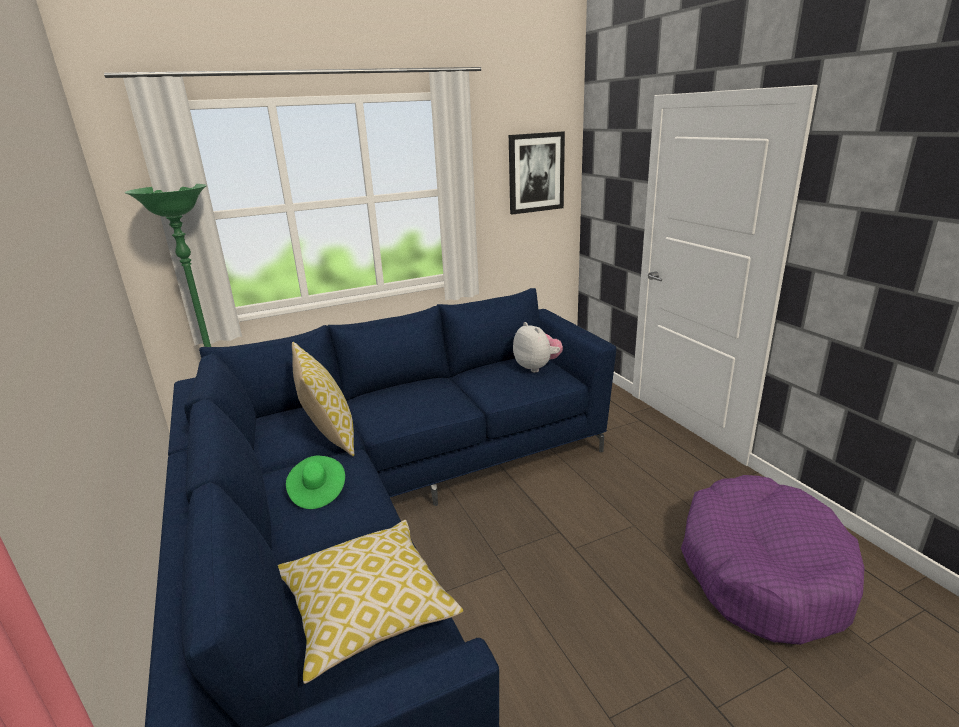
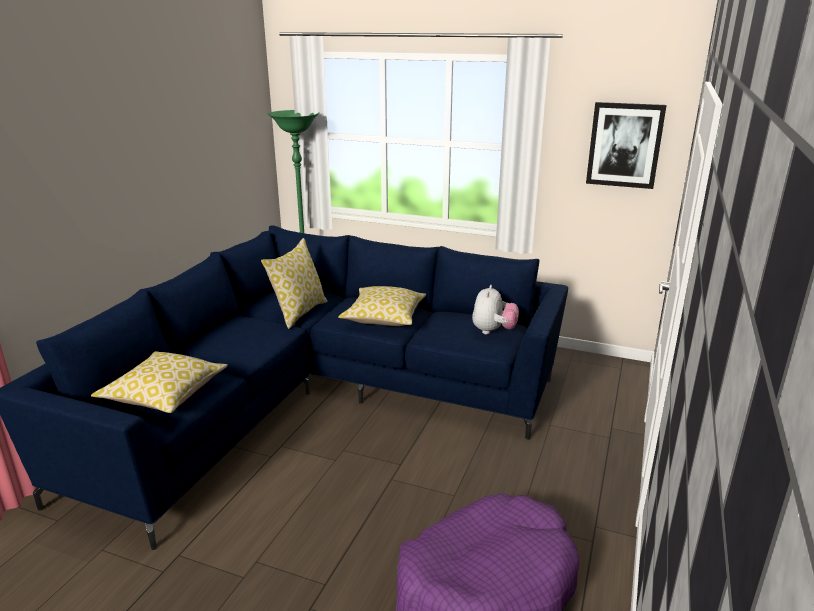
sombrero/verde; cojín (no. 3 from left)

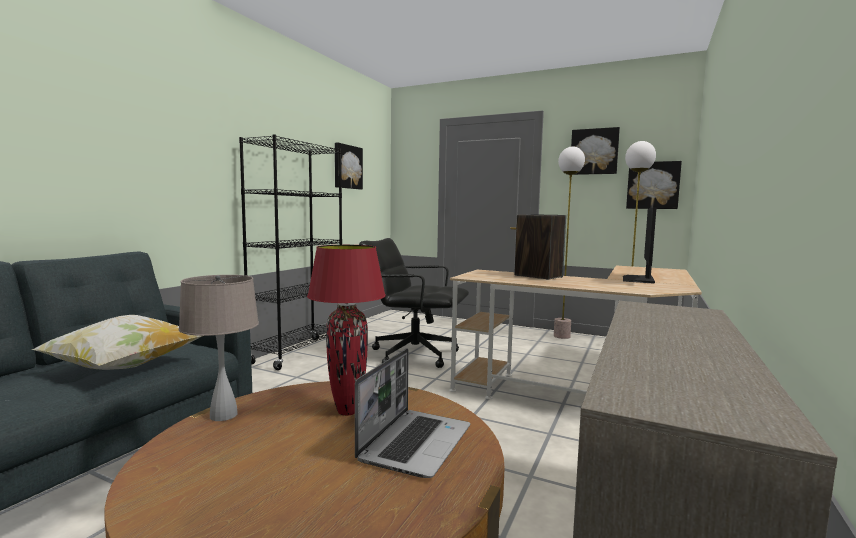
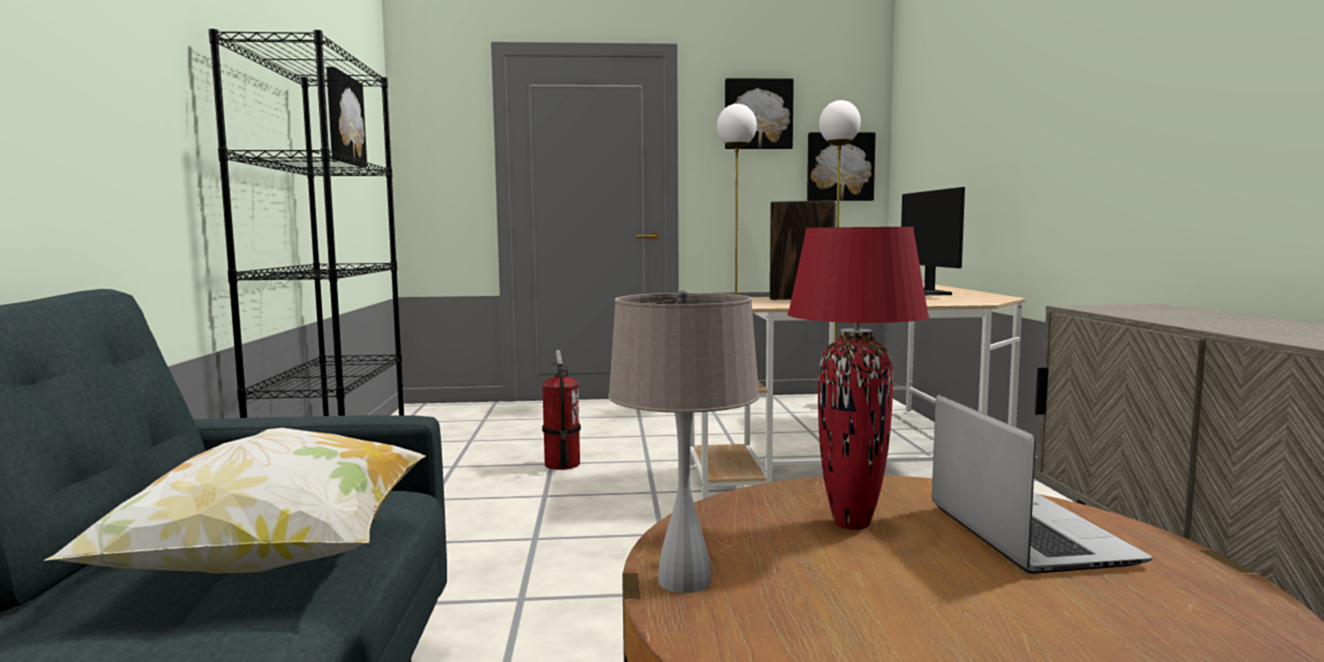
extintor

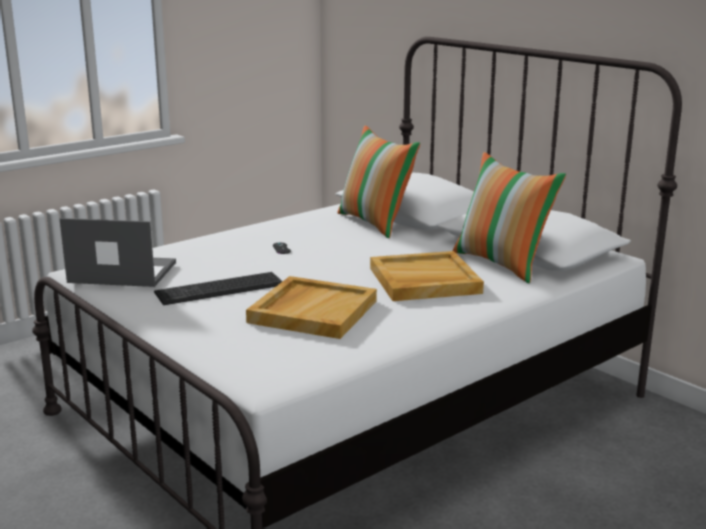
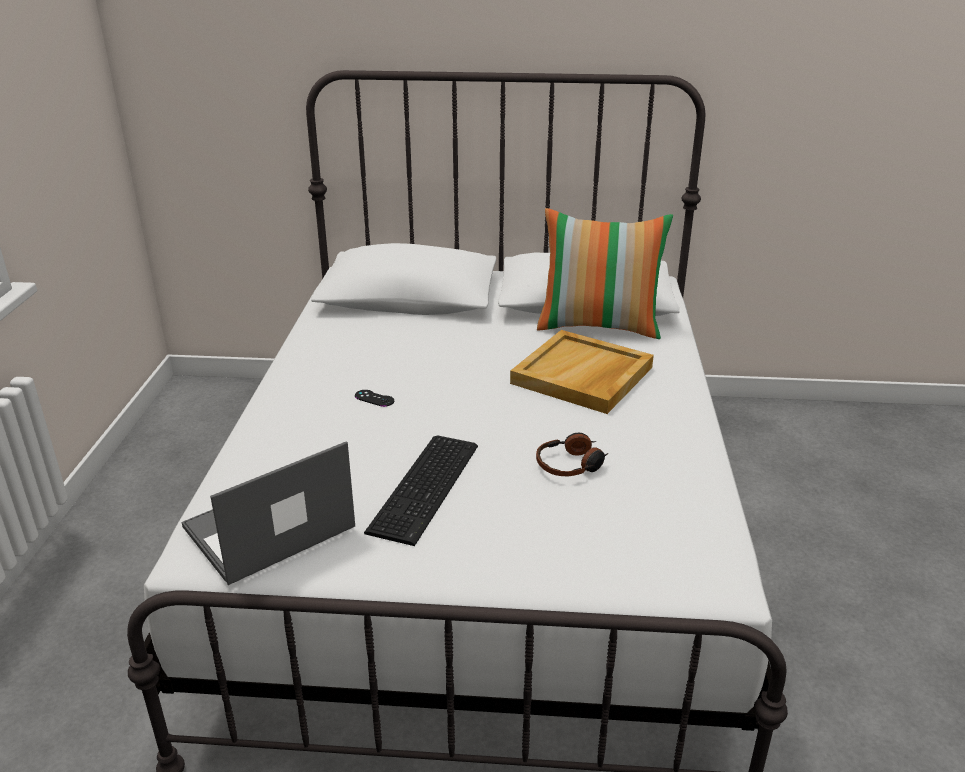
auriculares; cojín (no. 1 from left in the first image)

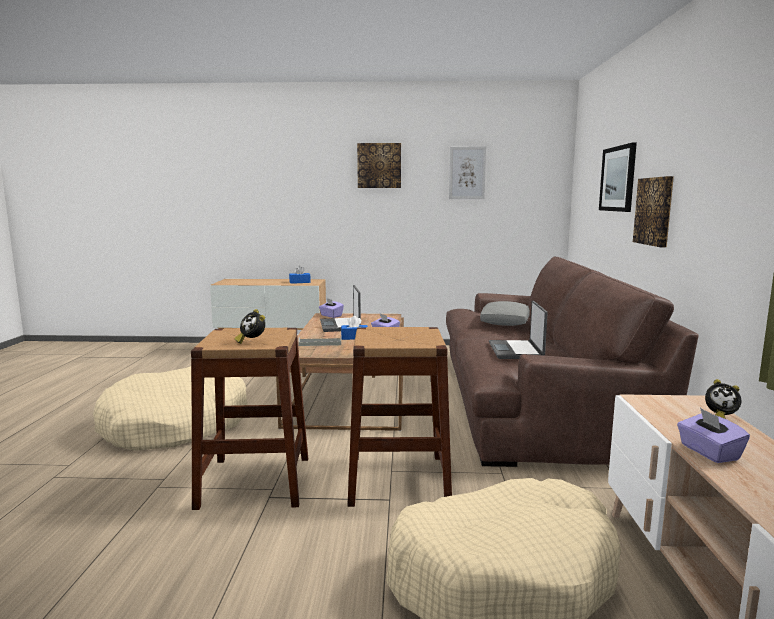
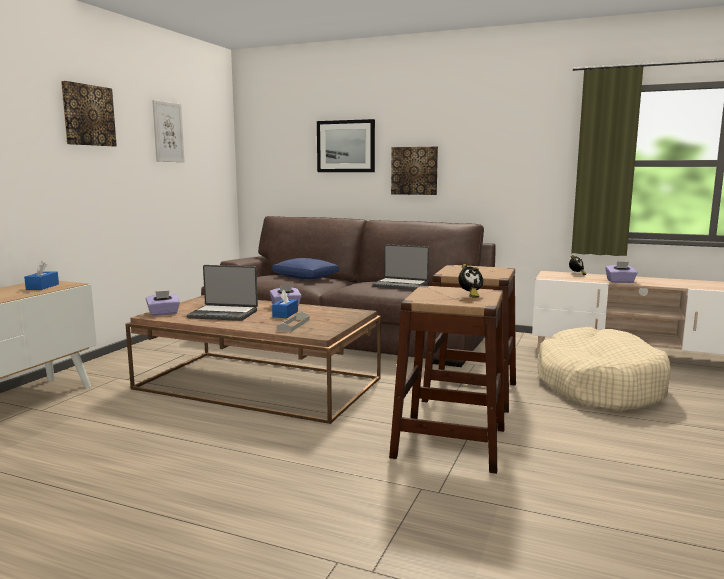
cama para perro/beis (no. 1 from left in the first image); cojín/azul

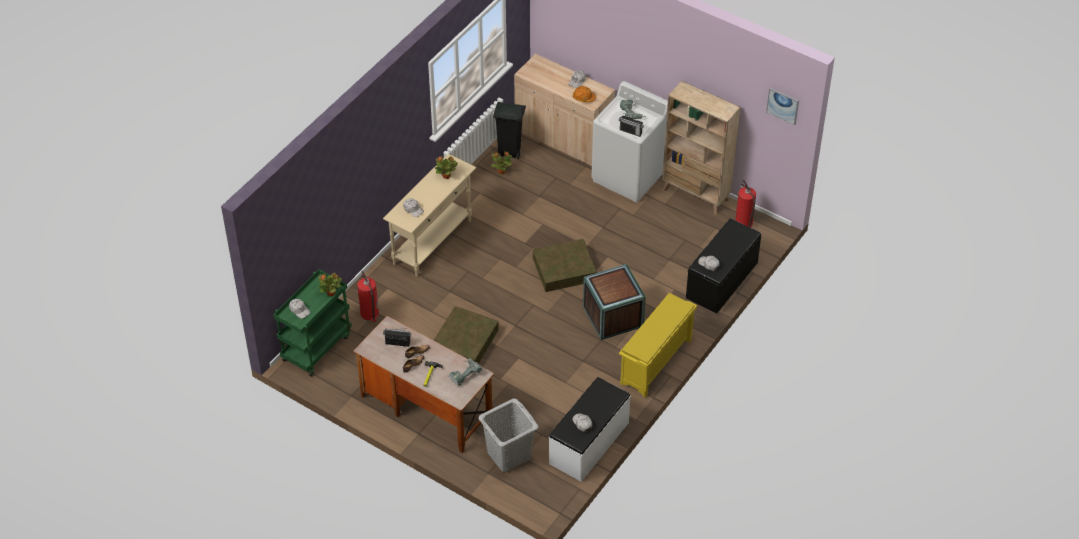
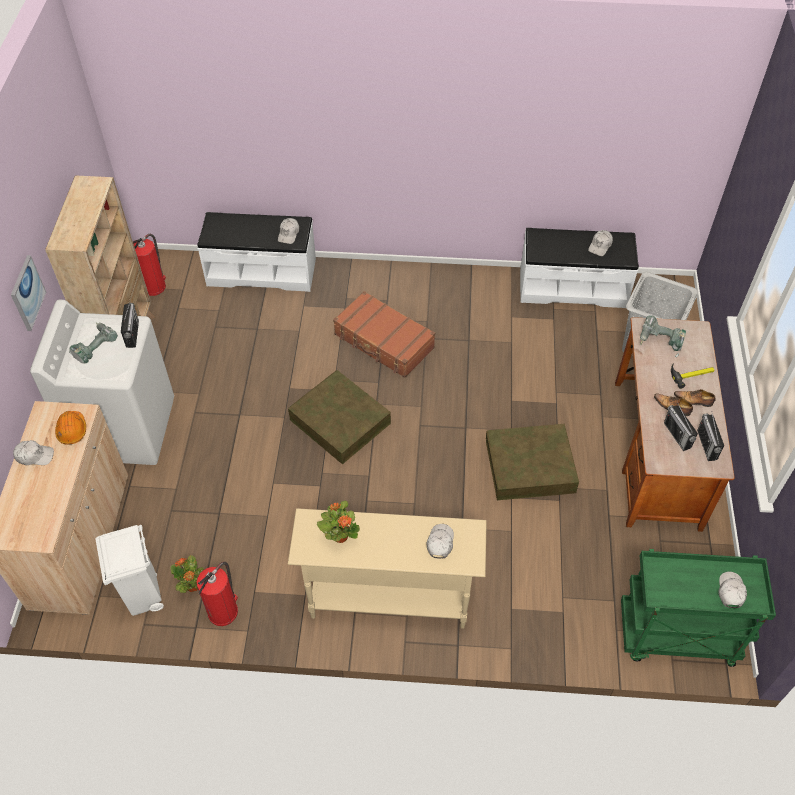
planta en maceta (no. 1 from left in the first image); extintor (no. 2 from left); papelera/blanco; maleta/marrón; zapatero/amarillo; banco/blanco (no. 1 from left); cuadro; radio (no. 3 from left)

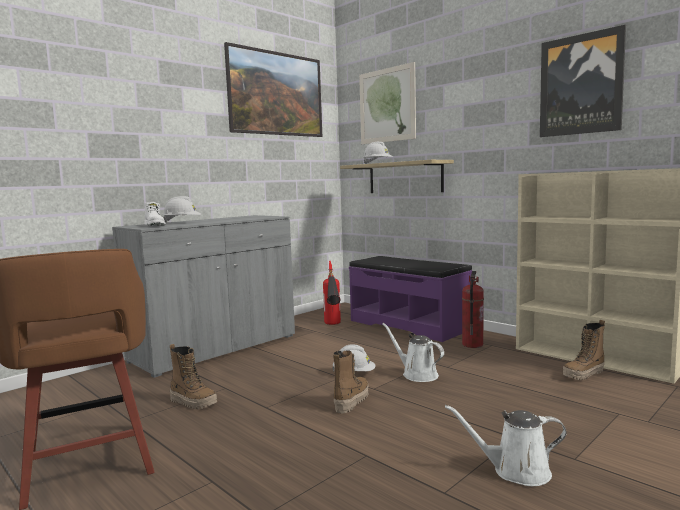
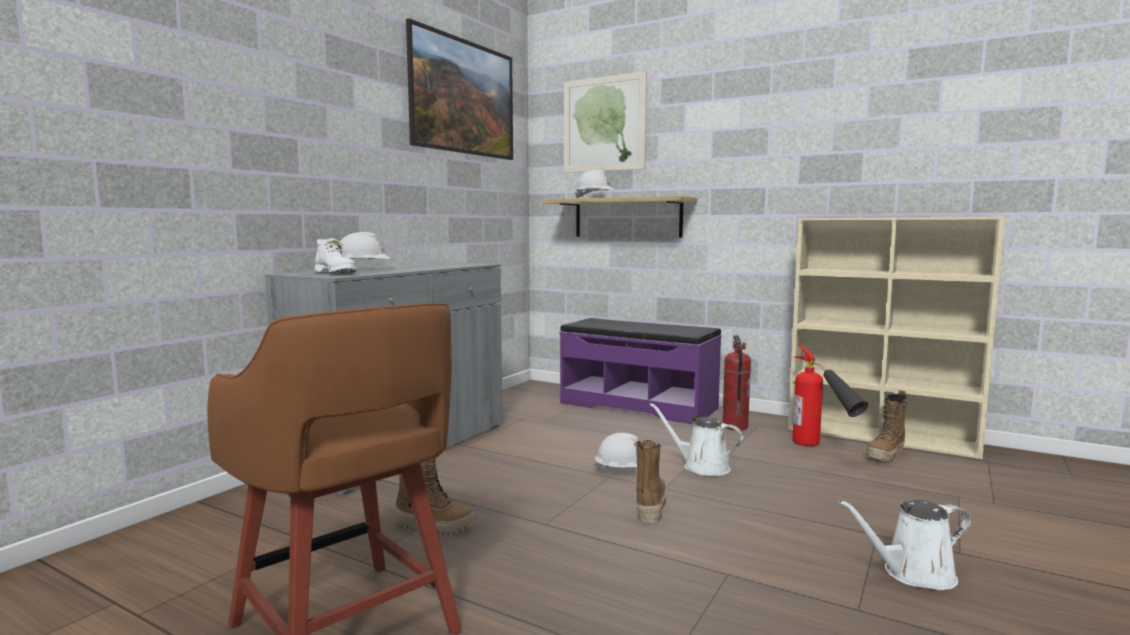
extintor (no. 2 from left); cuadro (no. 3 from left in the first image)

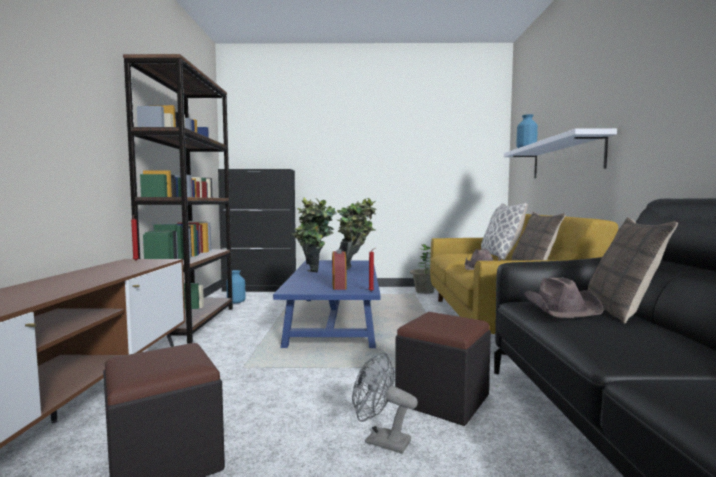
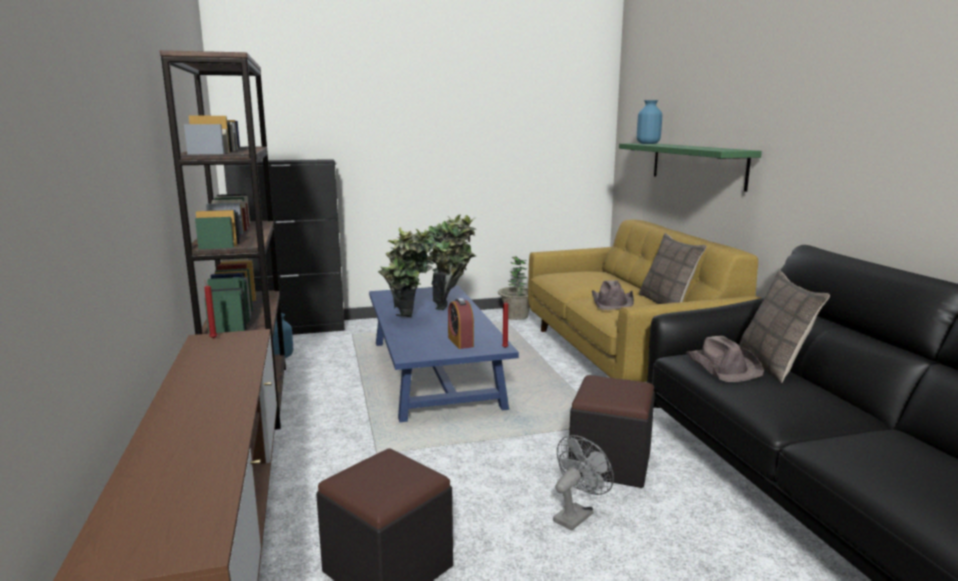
ventilador/gris; cojín (no. 1 from left in the first image); estante/verde

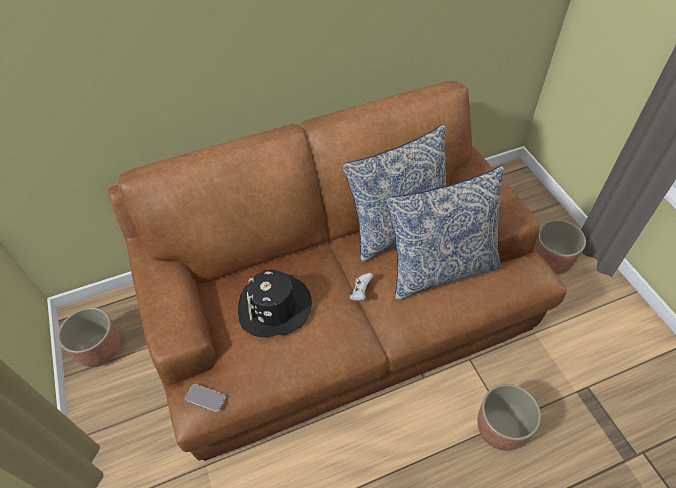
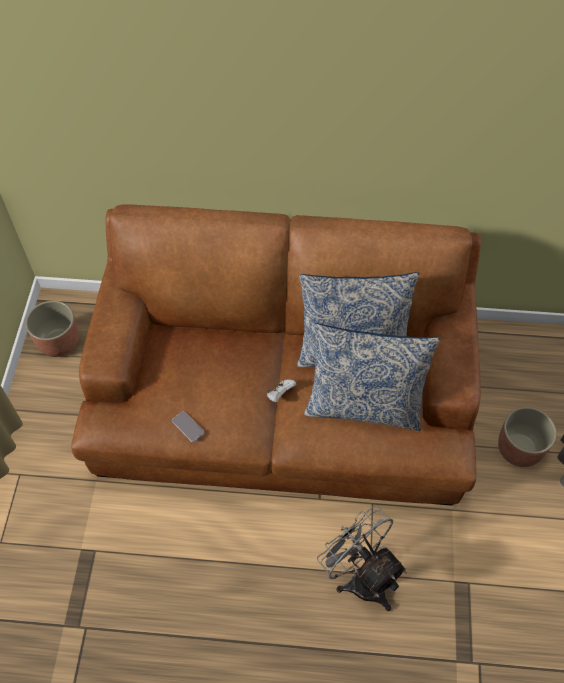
móvil; sombrero/negro; ventilador/gris

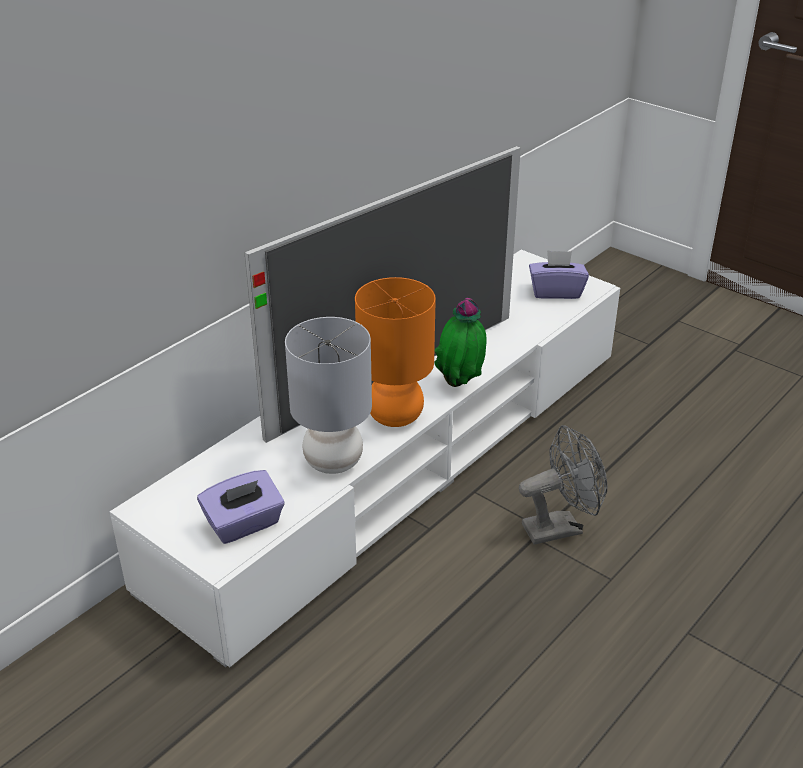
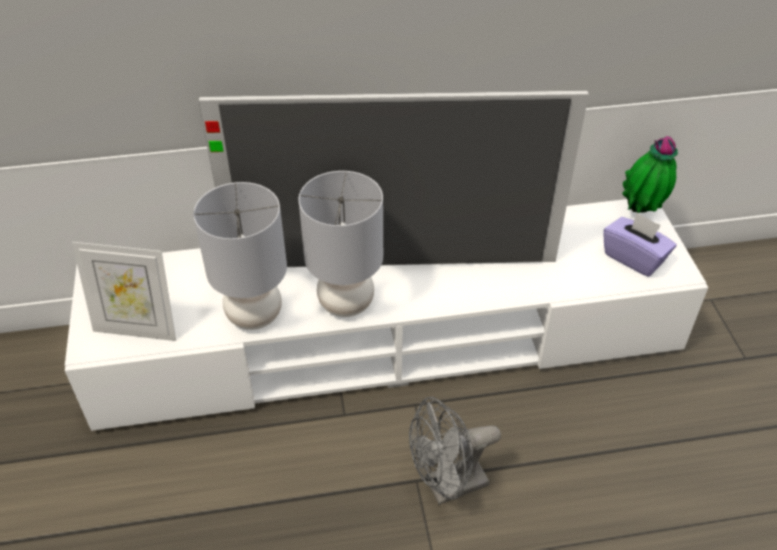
portarretratos; lámpara de mesa/gris (no. 2 from left); planta en maceta; ventilador/gris

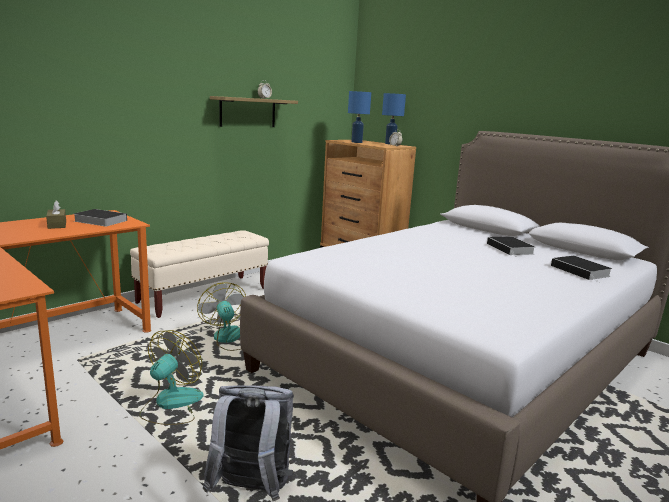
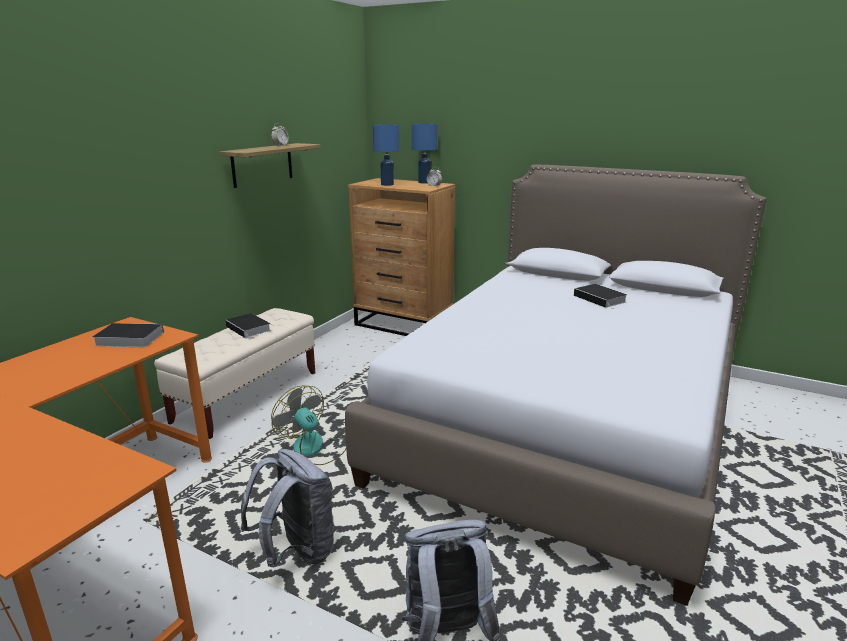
caja de pañuelos/marrón; mochila/gris (no. 1 from left); libro (no. 2 from left)

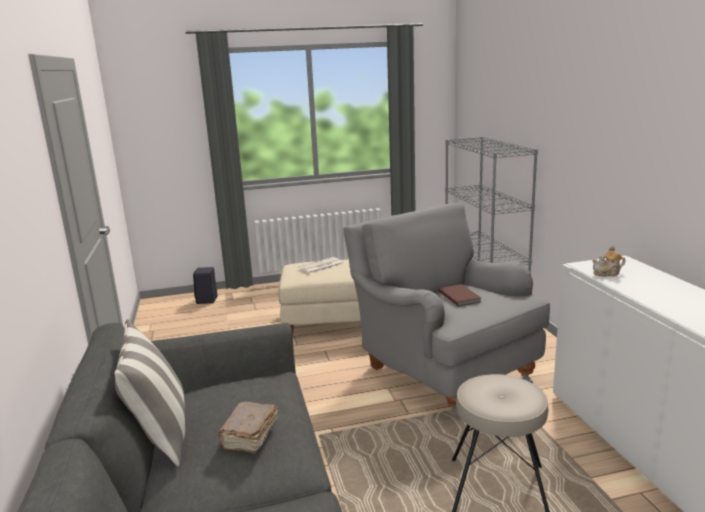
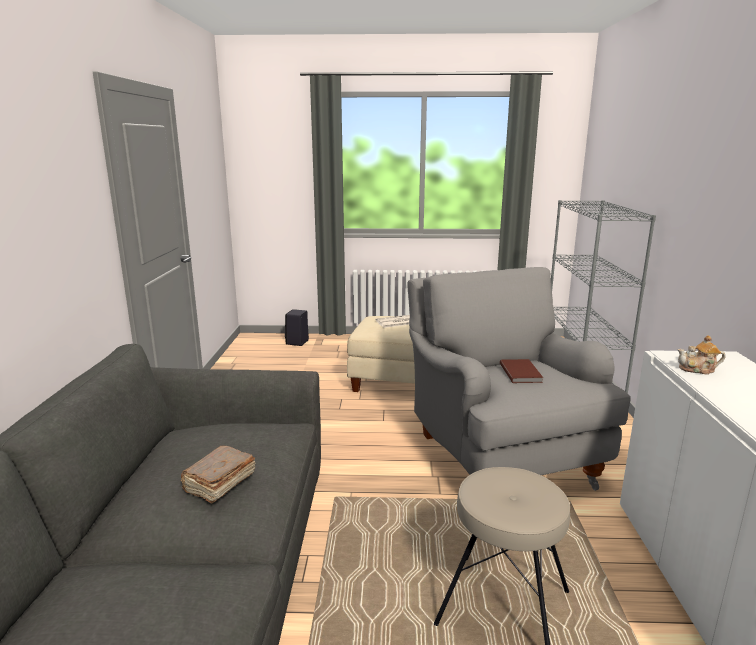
cojín

